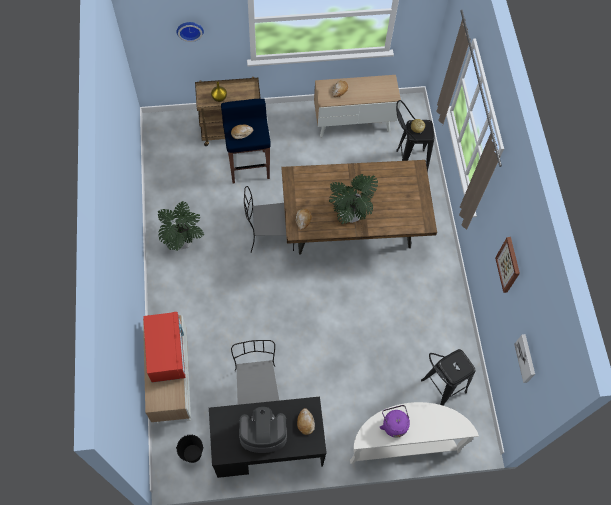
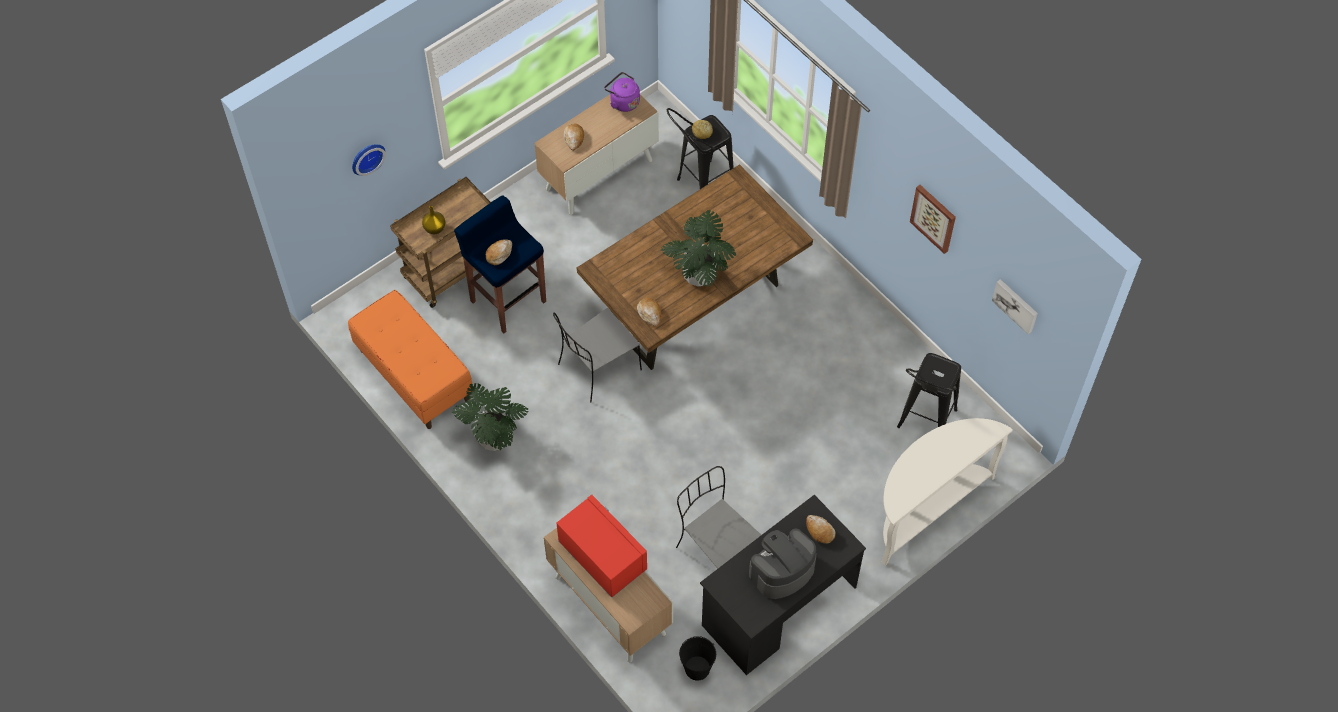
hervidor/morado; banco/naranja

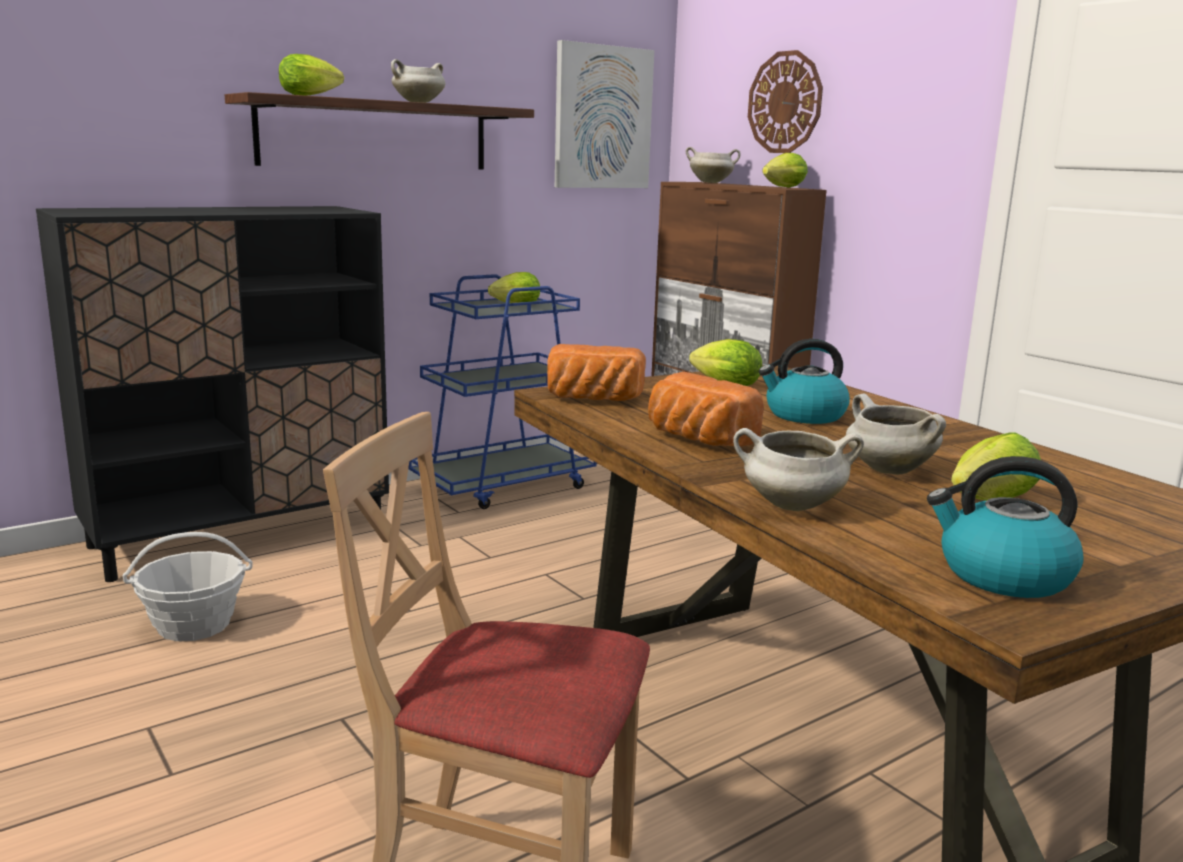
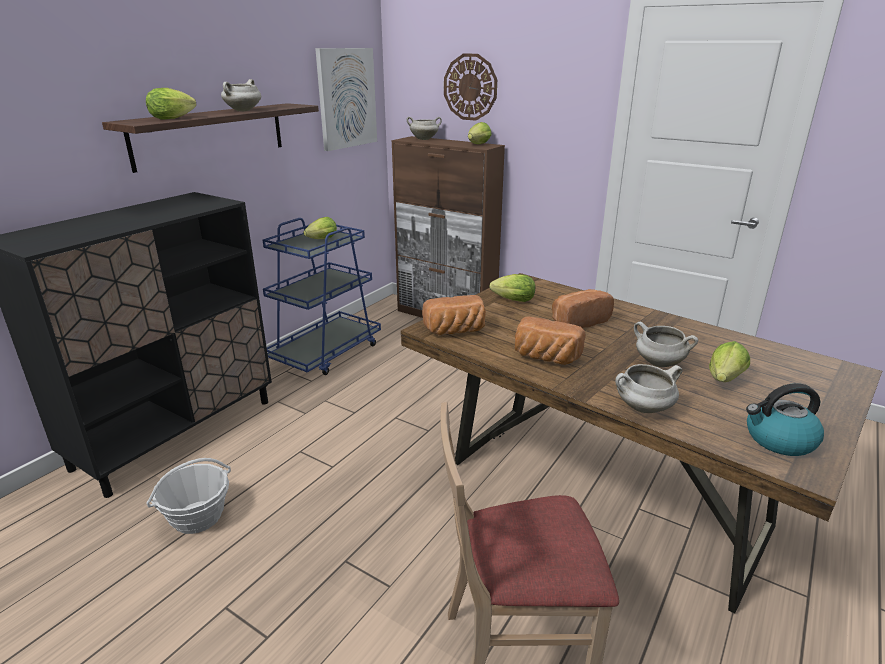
pan (no. 3 from left)

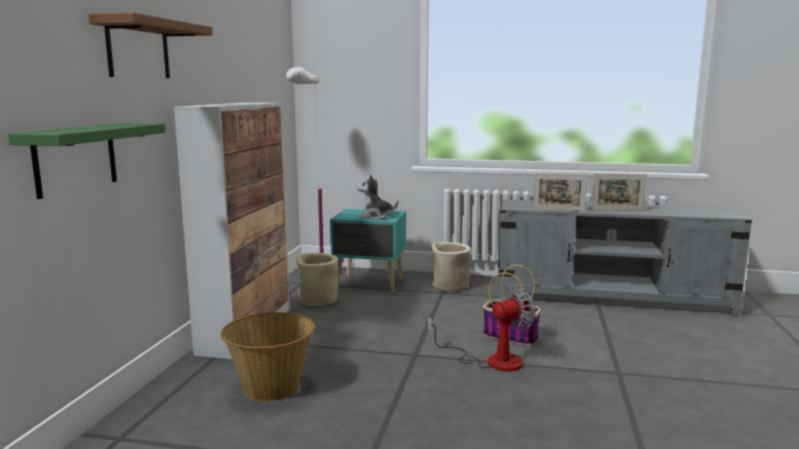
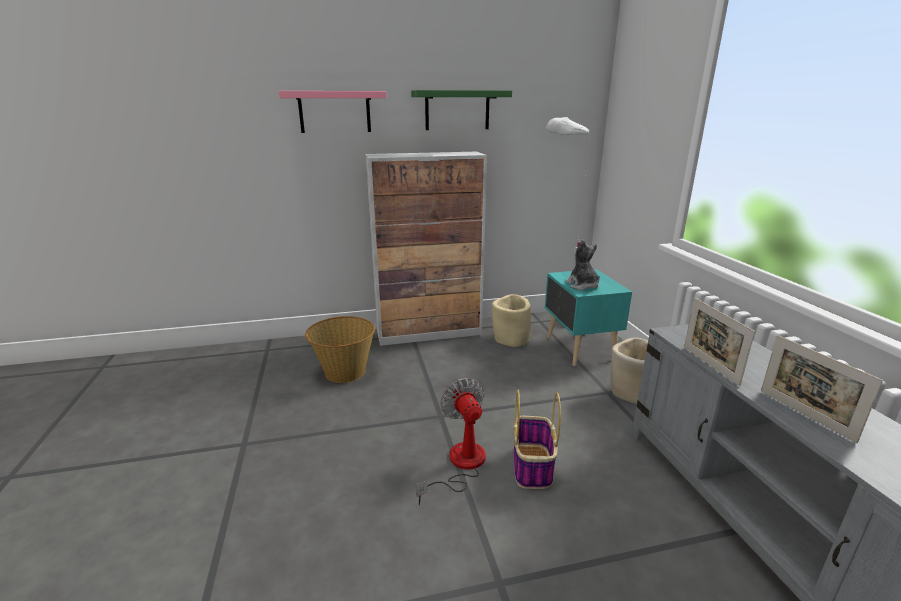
estante/verde; estante/rosa; ventilador

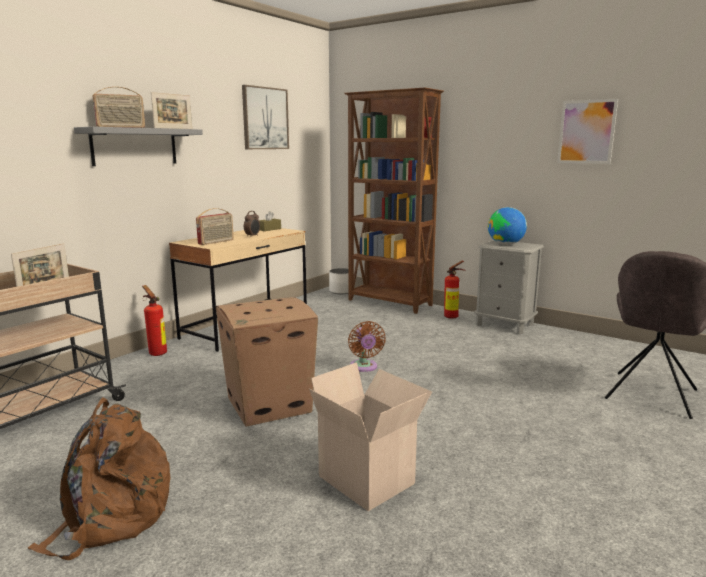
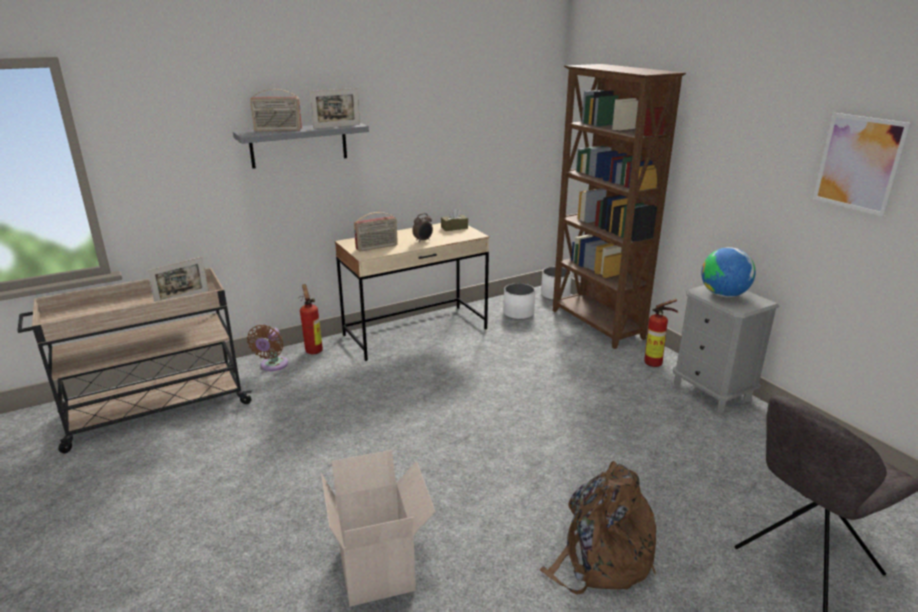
mochila/marrón; caja de cartón (no. 1 from left in the first image); cuadro (no. 1 from left in the first image); ventilador/marrón; maceta/blanco (no. 1 from left)

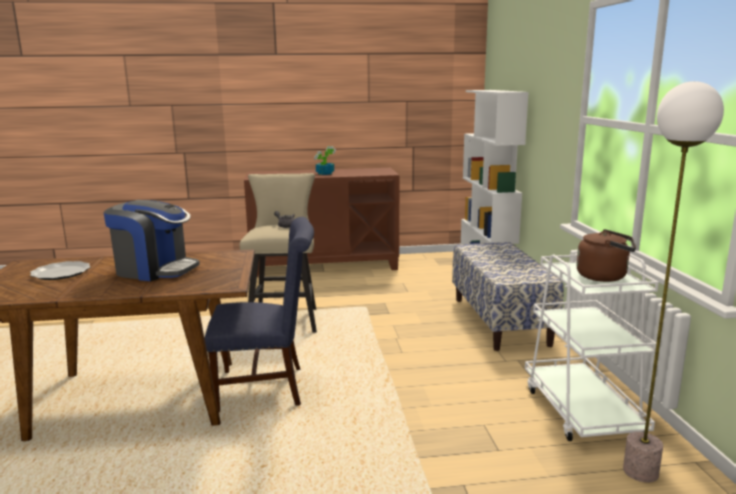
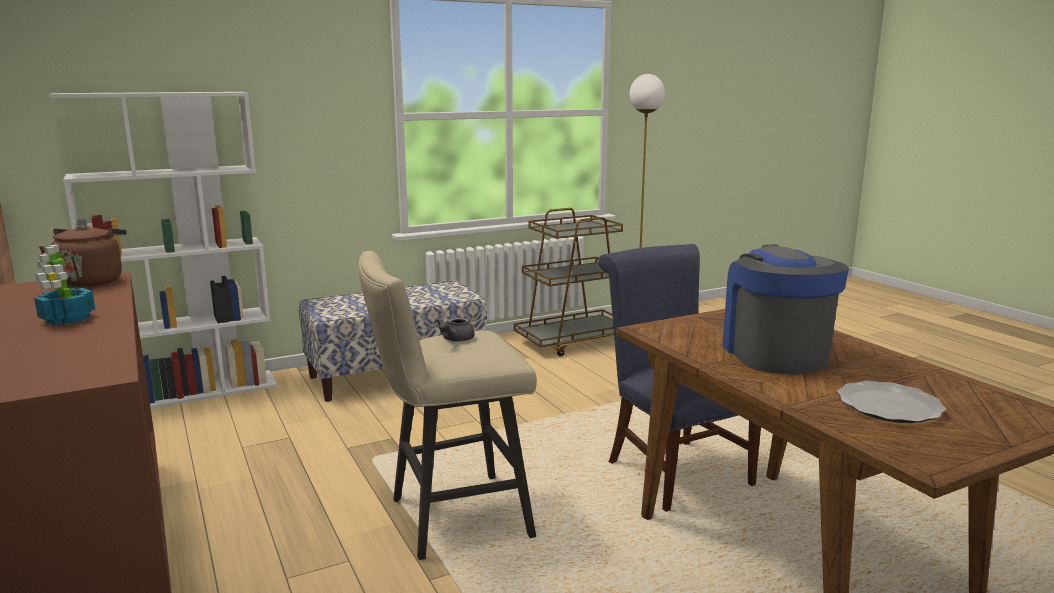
carrito/marrón; hervidor/marrón

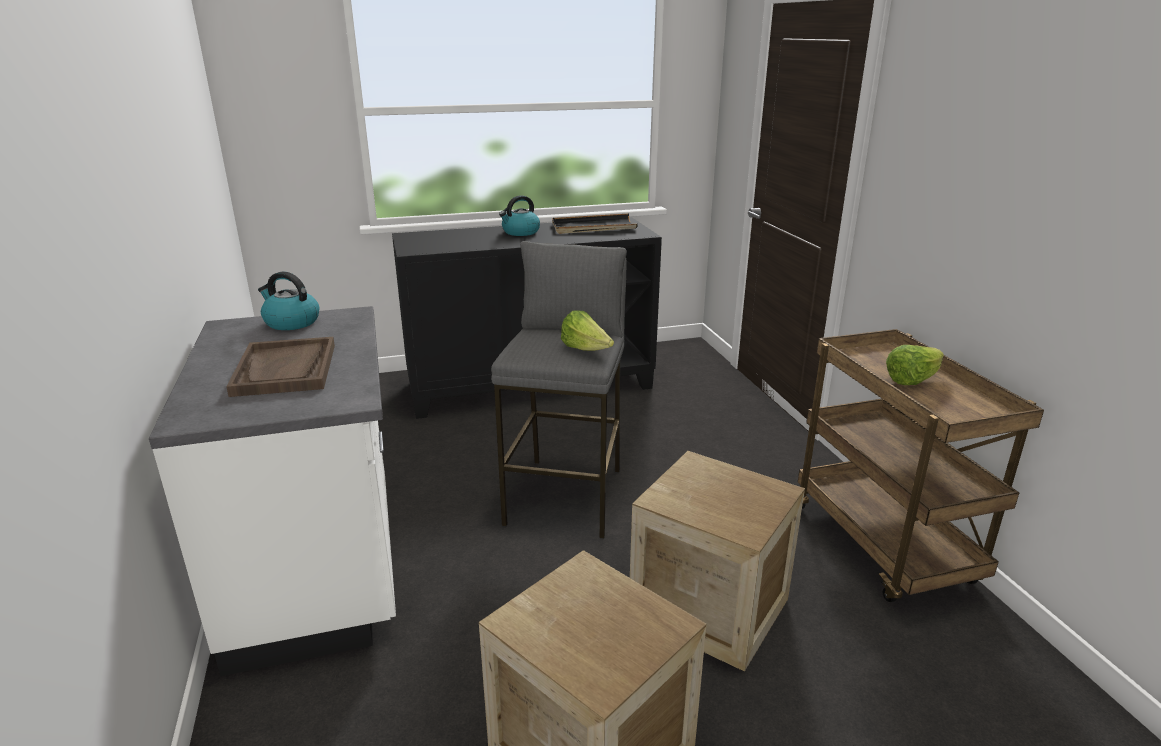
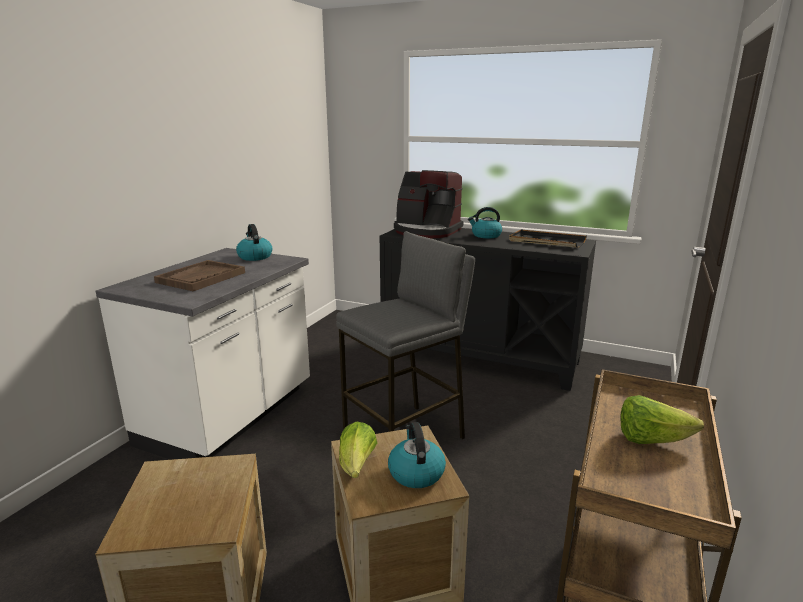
lechuga (no. 1 from left); hervidor (no. 2 from left); cafetera

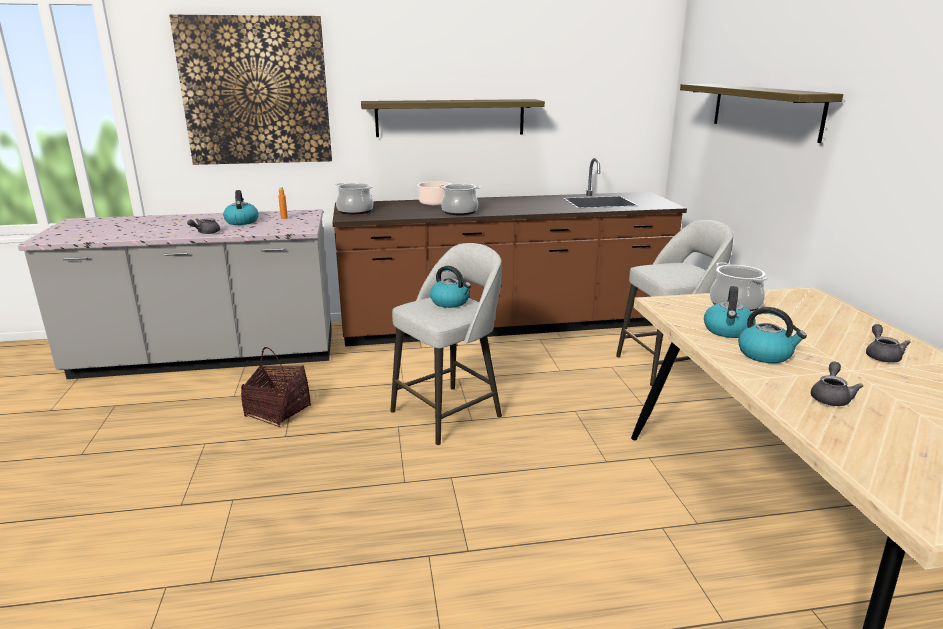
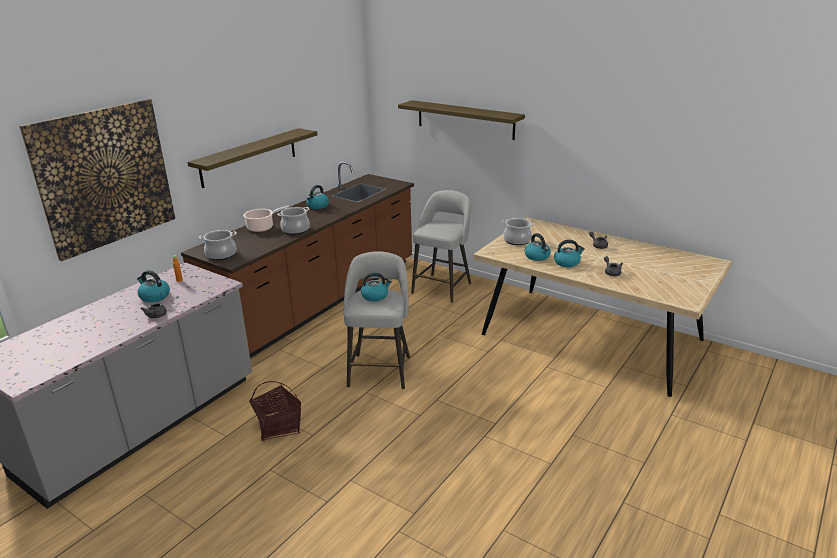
hervidor (no. 2 from left)

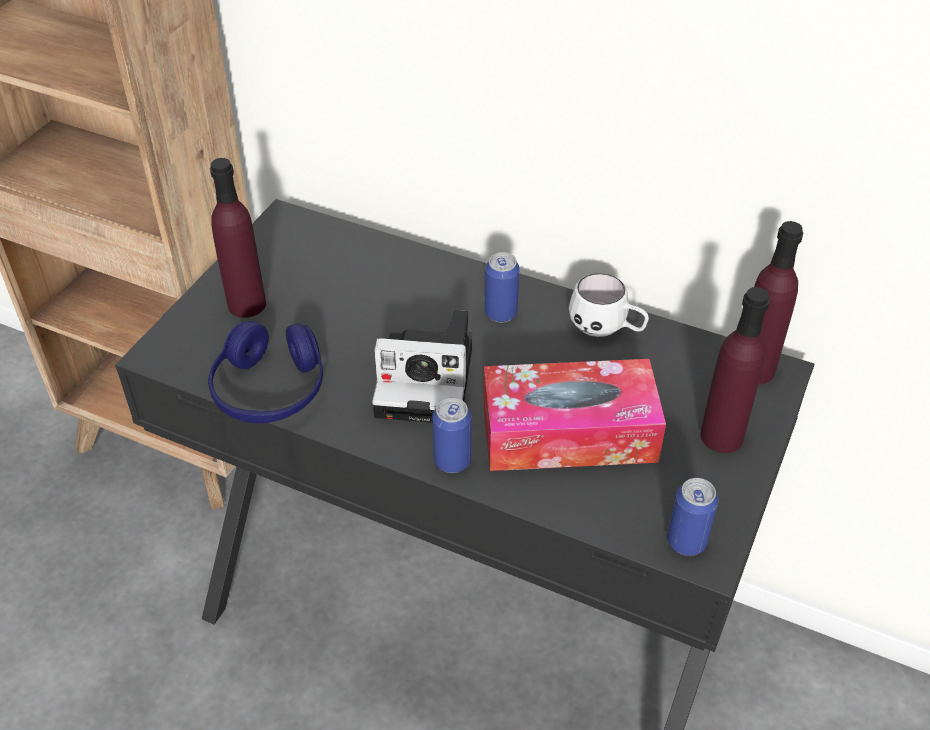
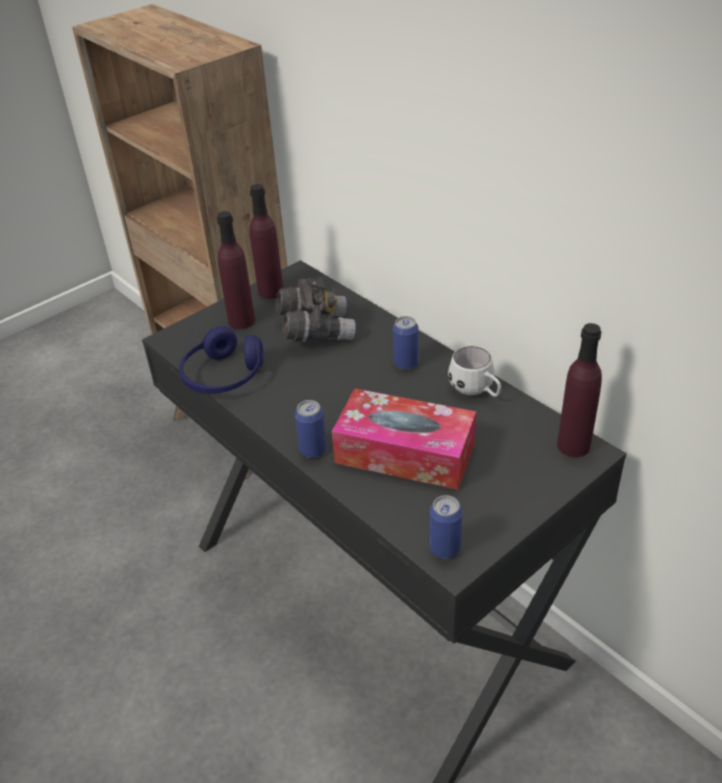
cámara; botella/morado (no. 2 from left); prismáticos/gris

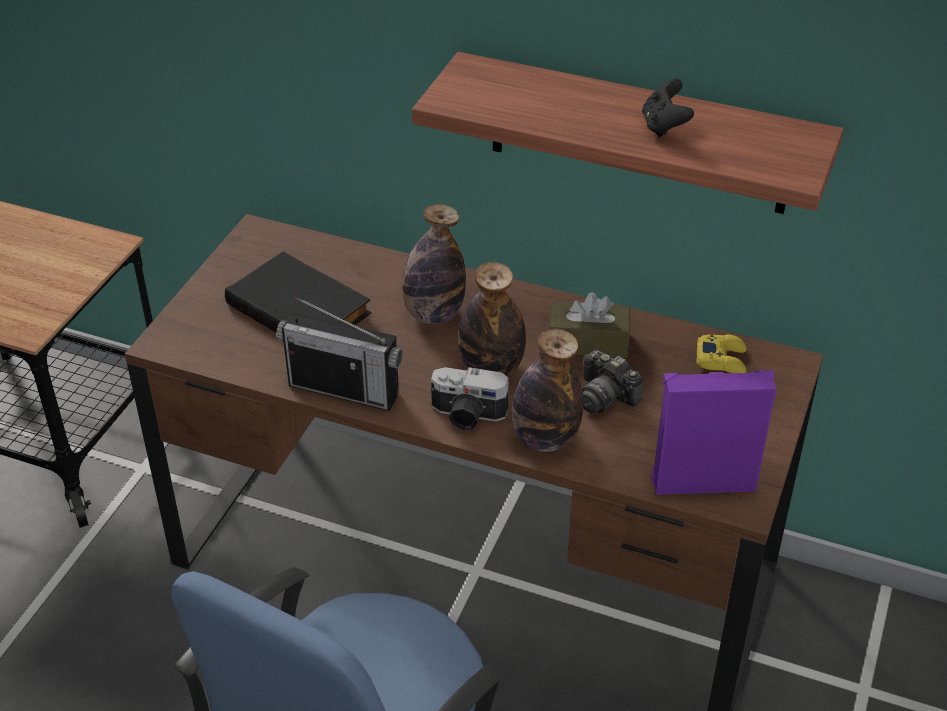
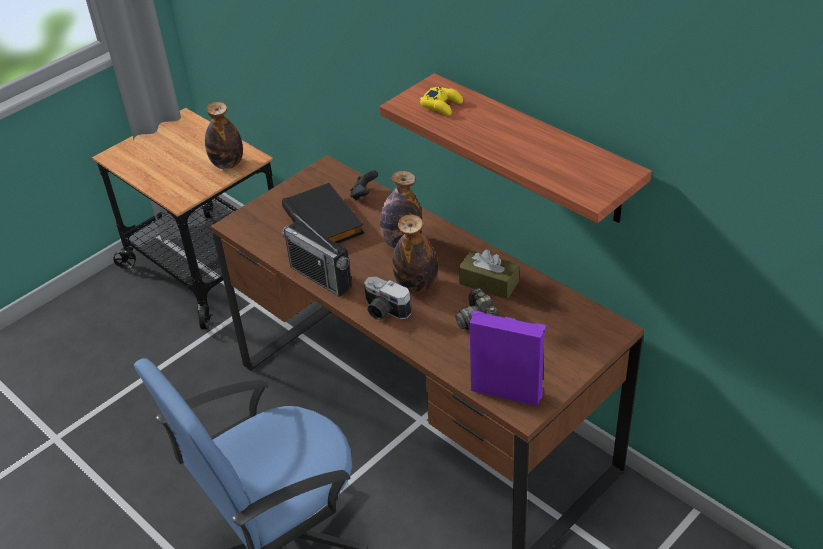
botella (no. 1 from left); mando de consola/negro; mando de consola/amarillo

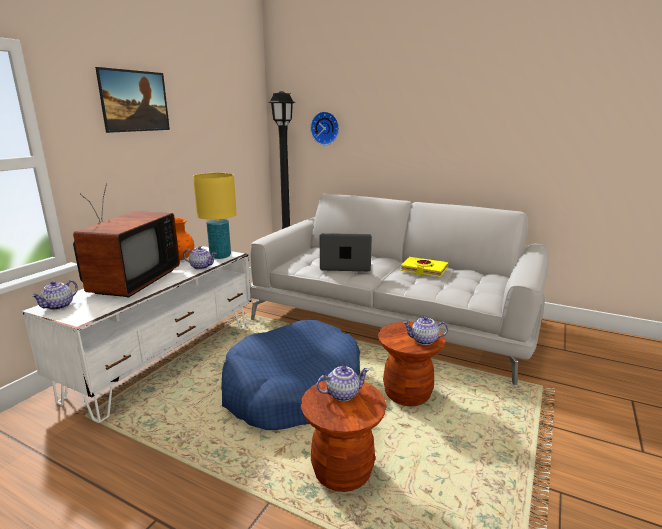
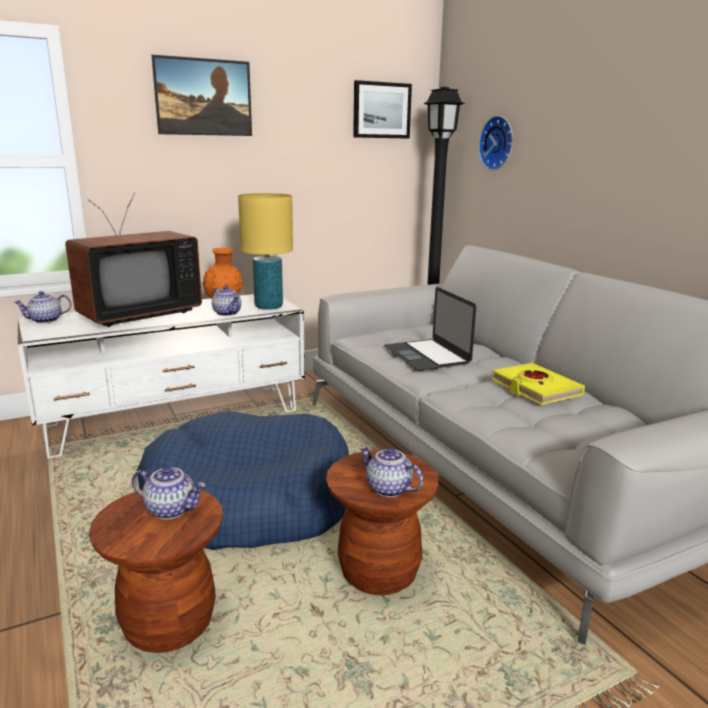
portátil; cuadro (no. 2 from left)

